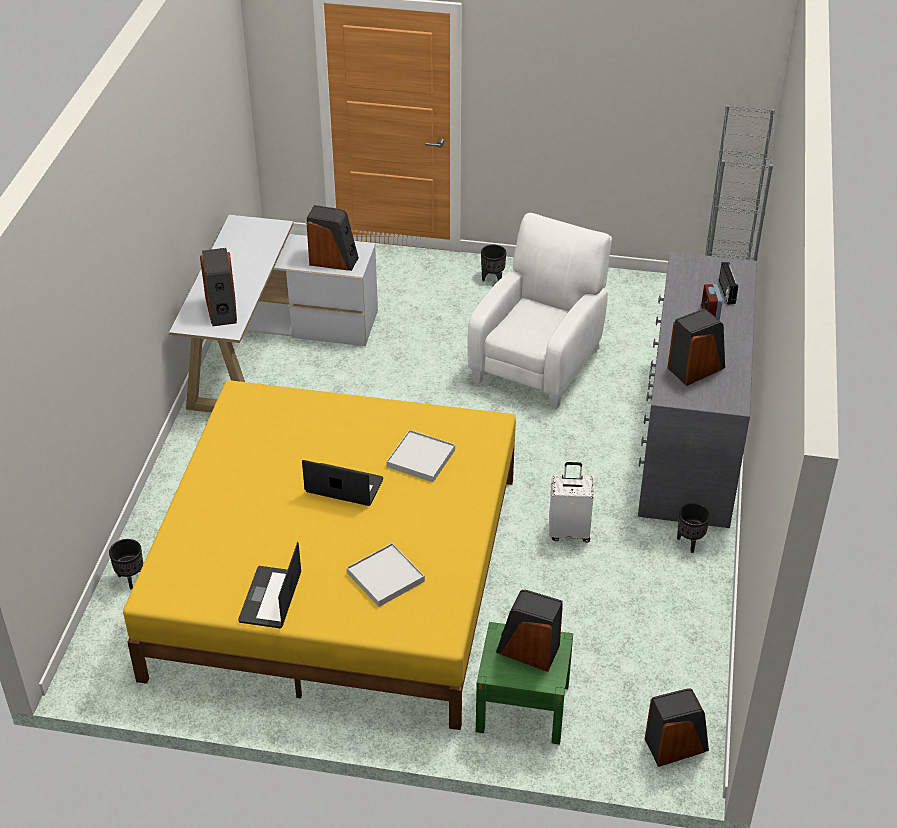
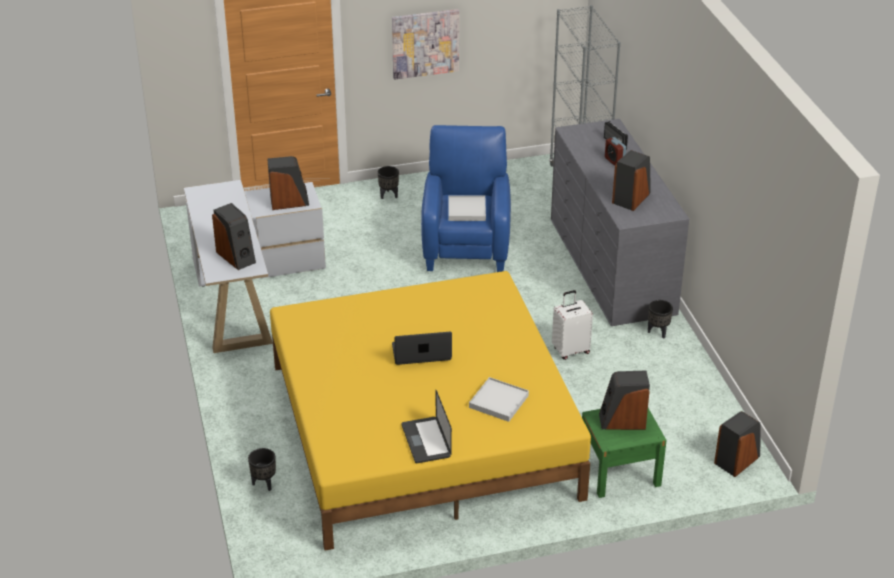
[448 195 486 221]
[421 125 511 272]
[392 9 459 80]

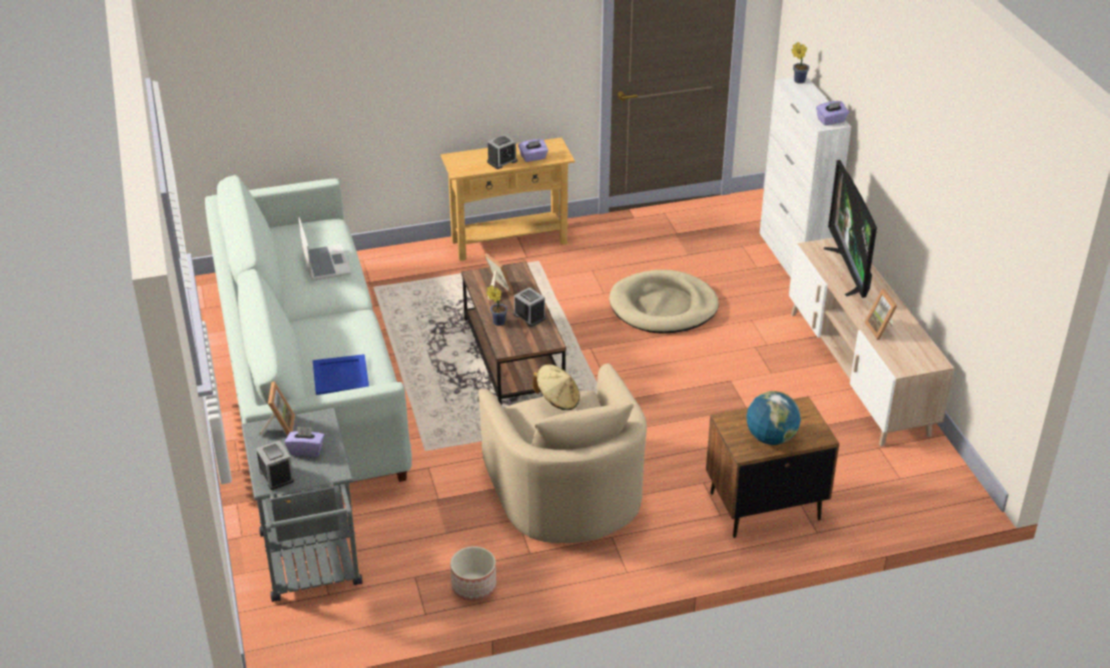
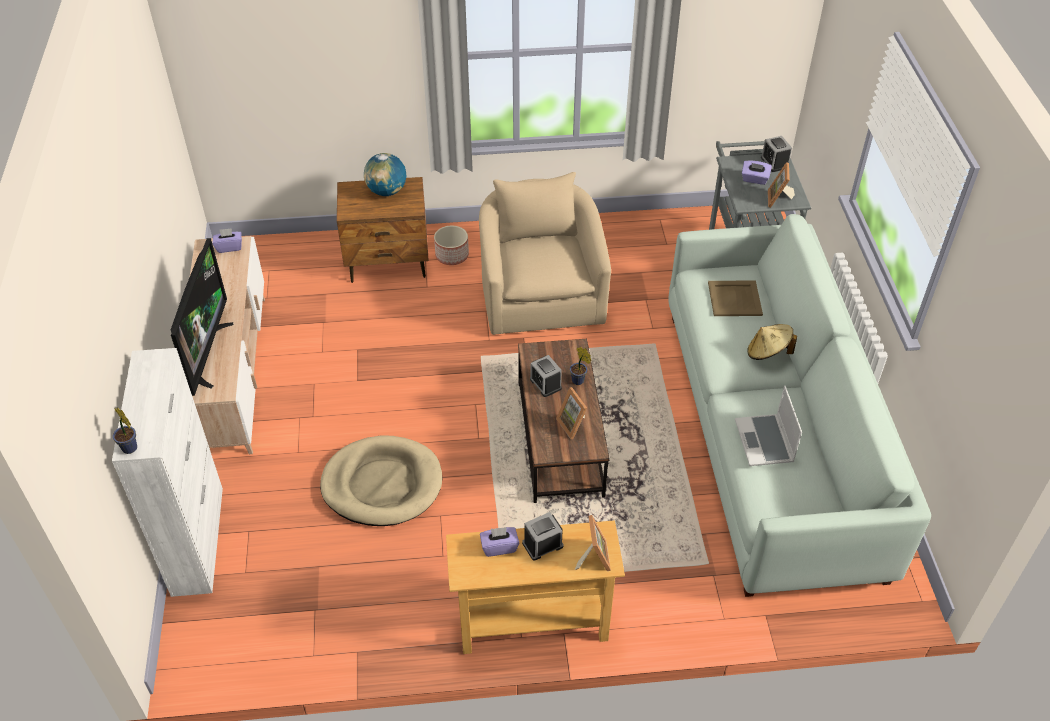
[708 280 763 316]
[434 226 469 265]
[747 324 797 360]
[213 228 242 253]
[575 515 611 571]

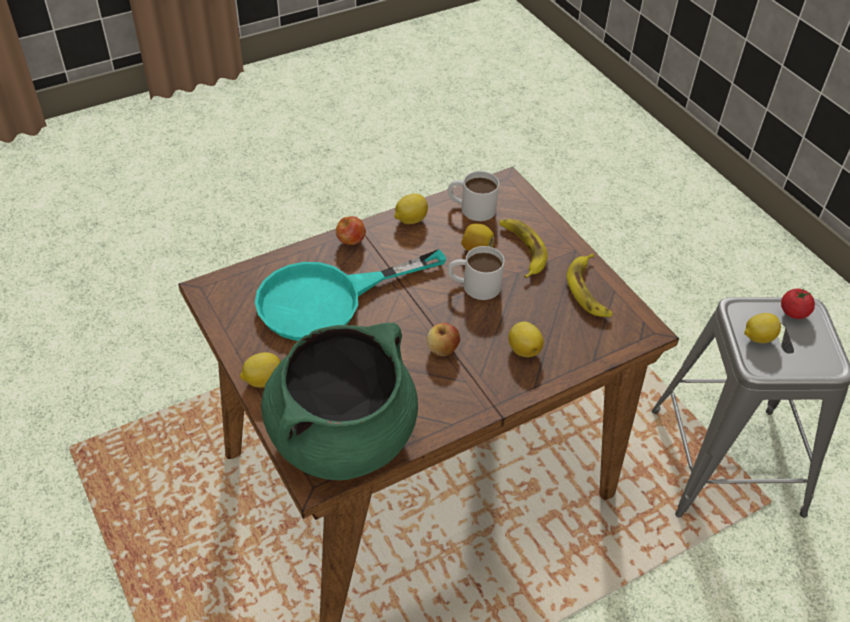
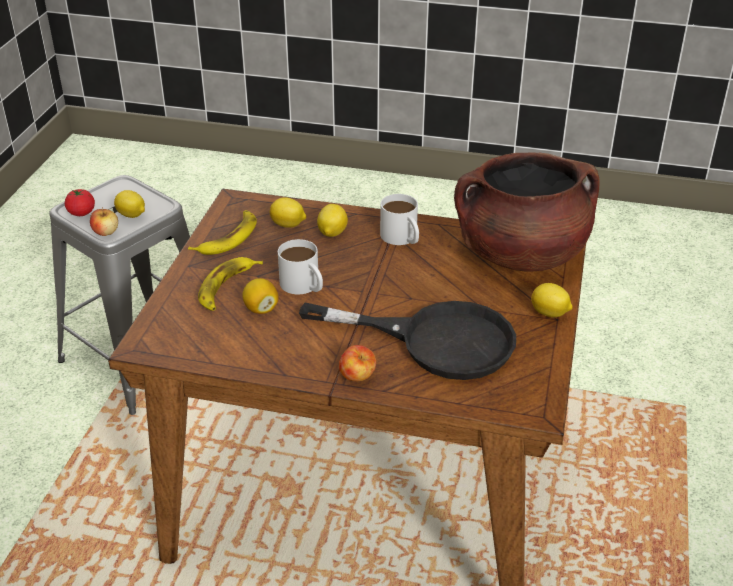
[299 301 516 380]
[454 152 599 272]
[270 197 306 228]
[90 207 118 236]
[380 194 419 245]

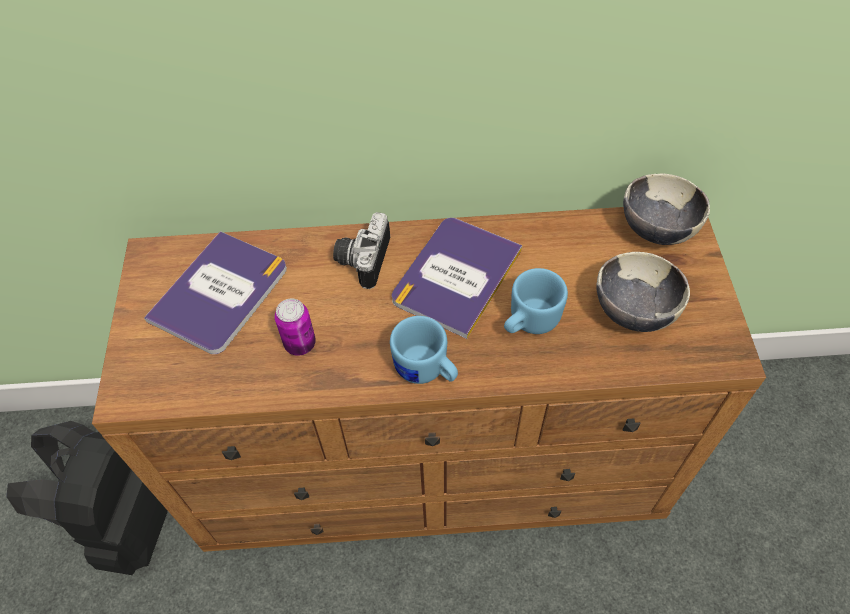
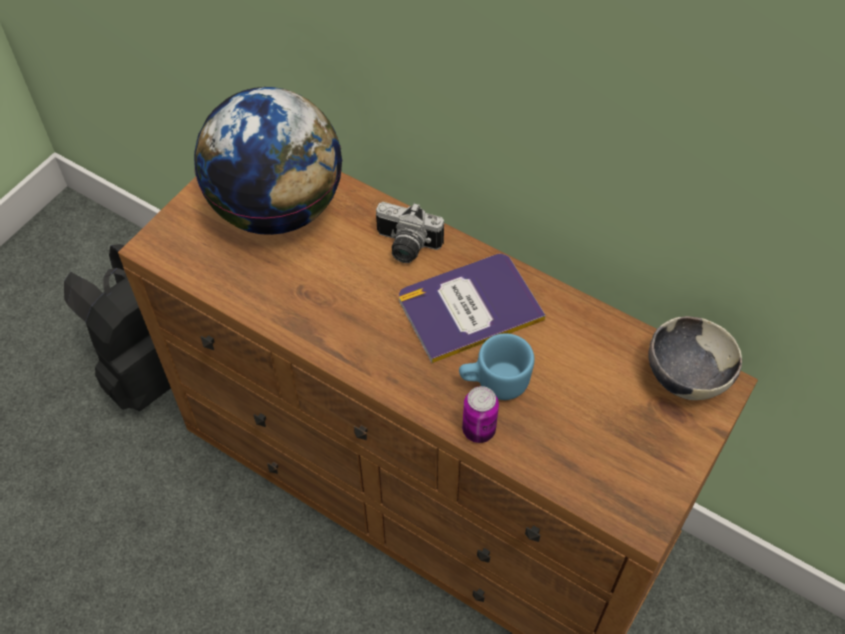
[194 87 342 235]
[462 386 499 443]
[376 202 444 263]
[390 316 458 384] (first image)
[597 252 690 332] (first image)

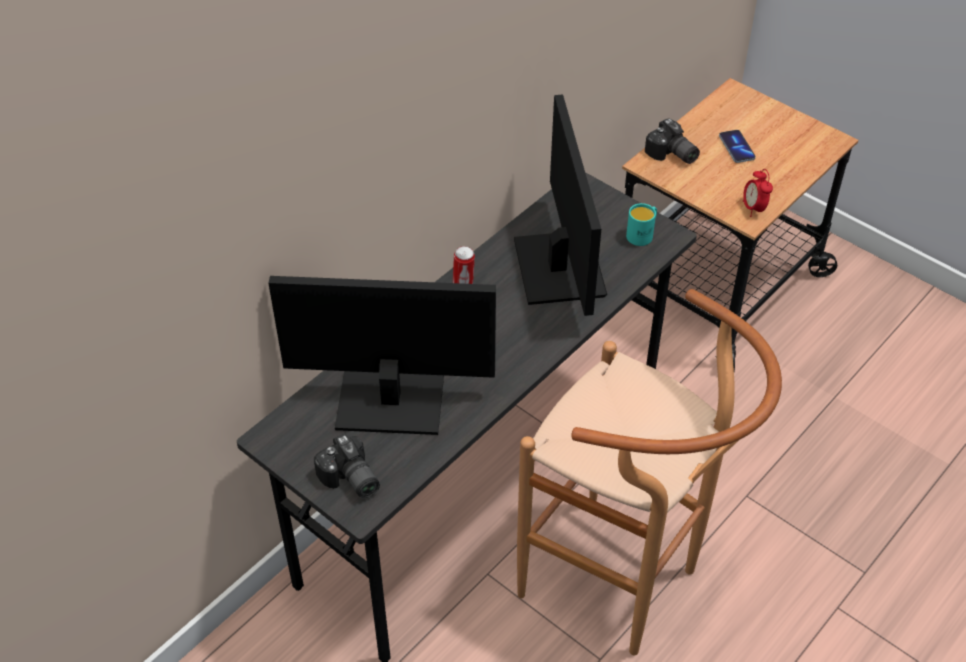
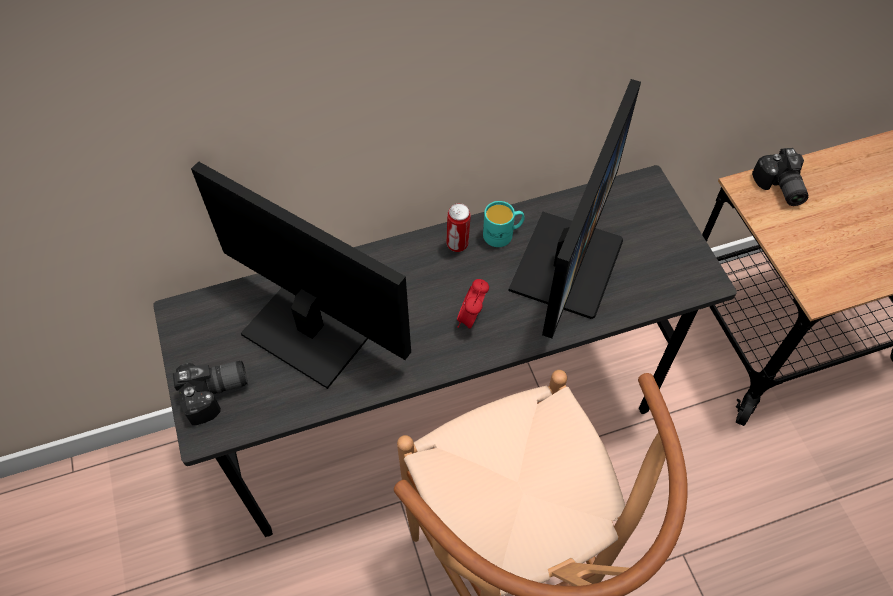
[172 361 248 425]
[483 201 525 247]
[719 130 756 163] (first image)
[457 279 489 329]

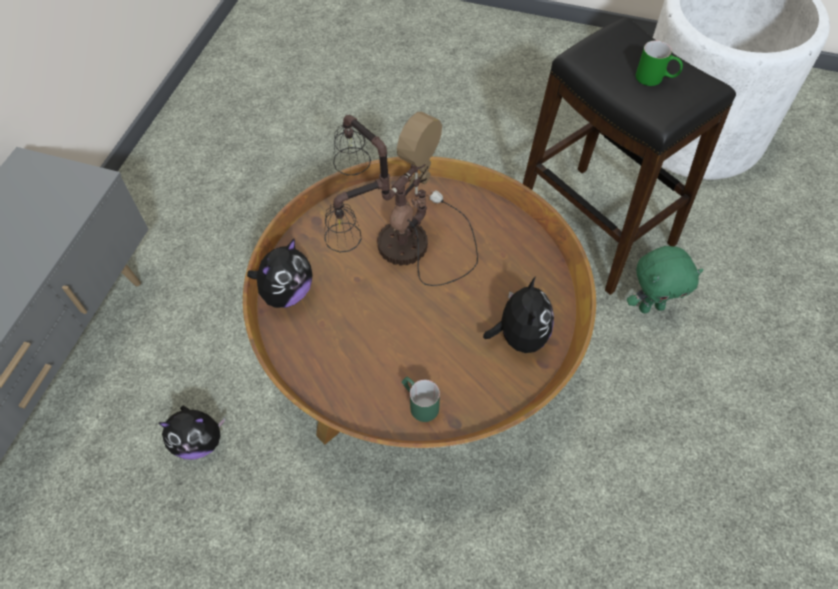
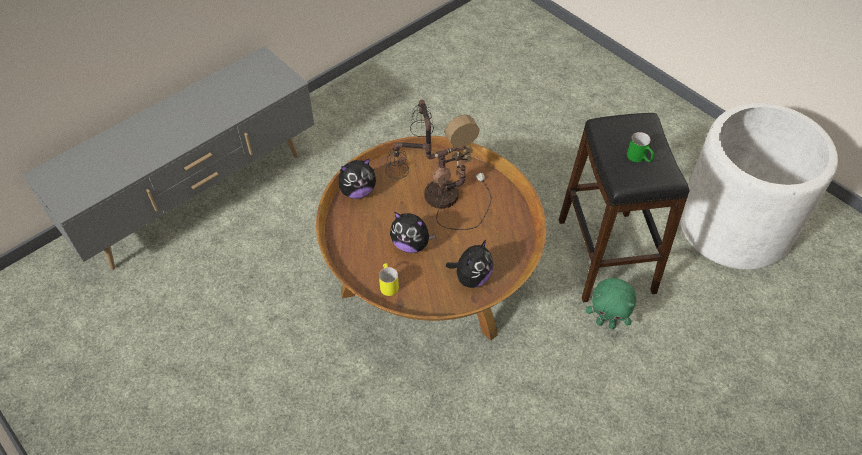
[390 212 436 253]
[379 263 399 296]

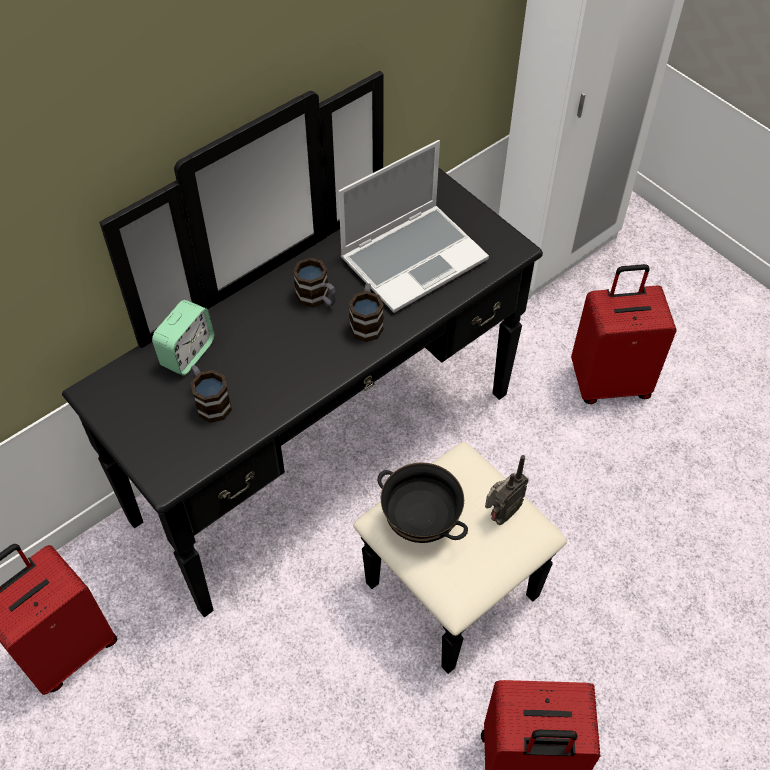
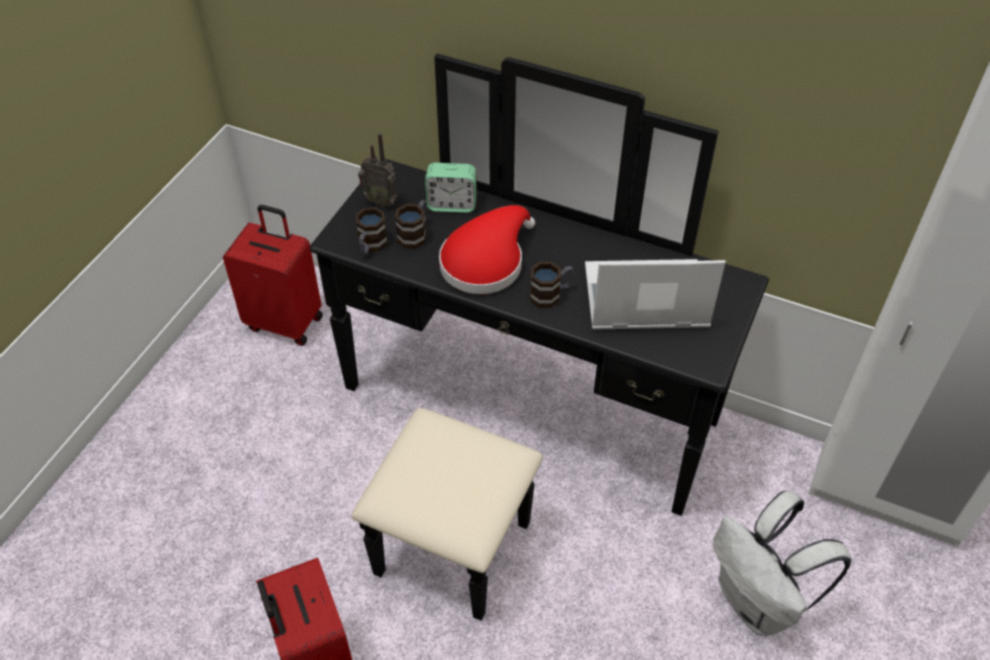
[356 207 388 255]
[585 259 726 330]
[377 463 468 543] (first image)
[358 133 397 208]
[713 491 851 636]
[439 205 535 294]

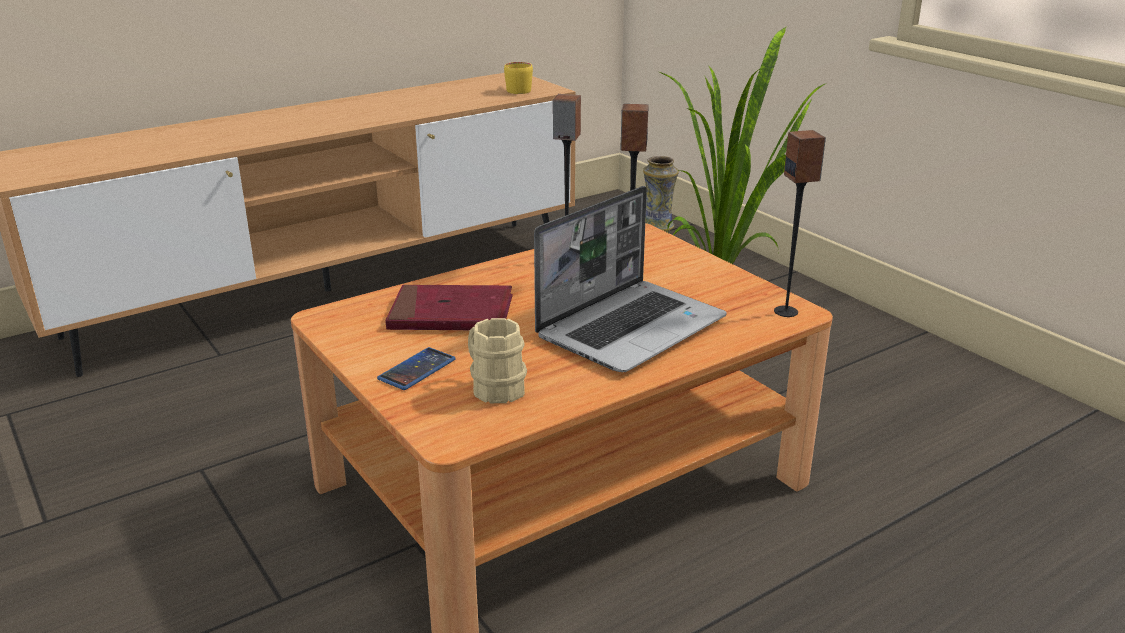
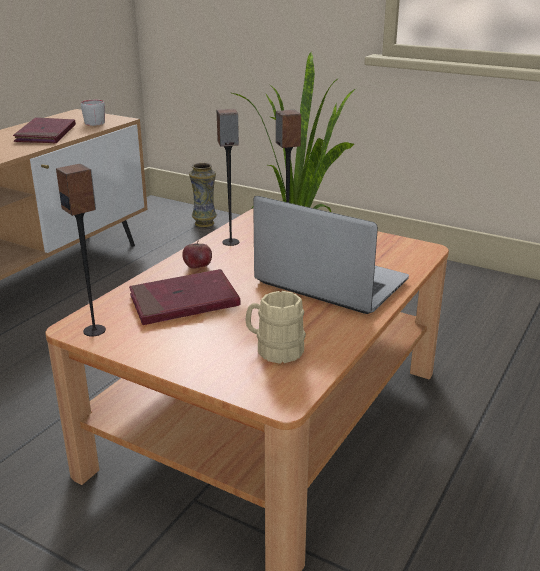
[377 347 456 390] (first image)
[81 100 105 126]
[253 196 409 314]
[56 164 106 337]
[13 117 76 144]
[182 240 212 268]

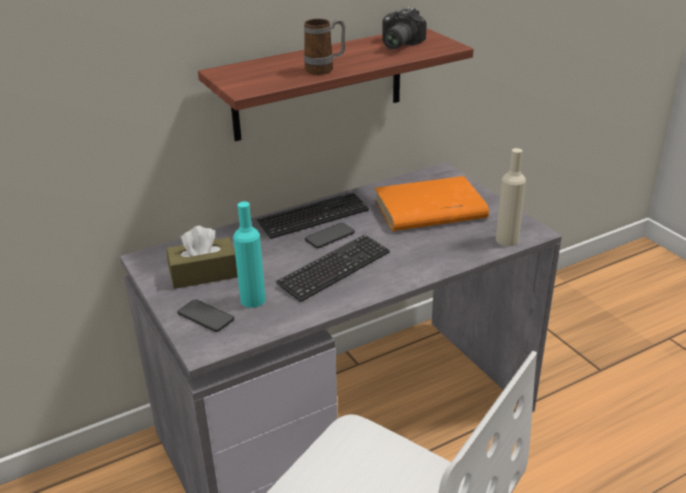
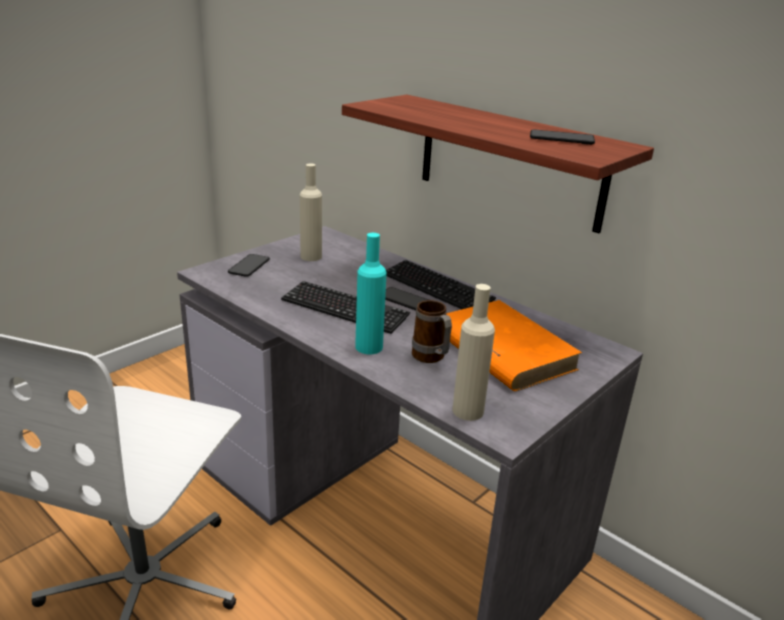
[300 164 322 261]
[355 233 387 354]
[412 300 452 363]
[530 129 595 145]

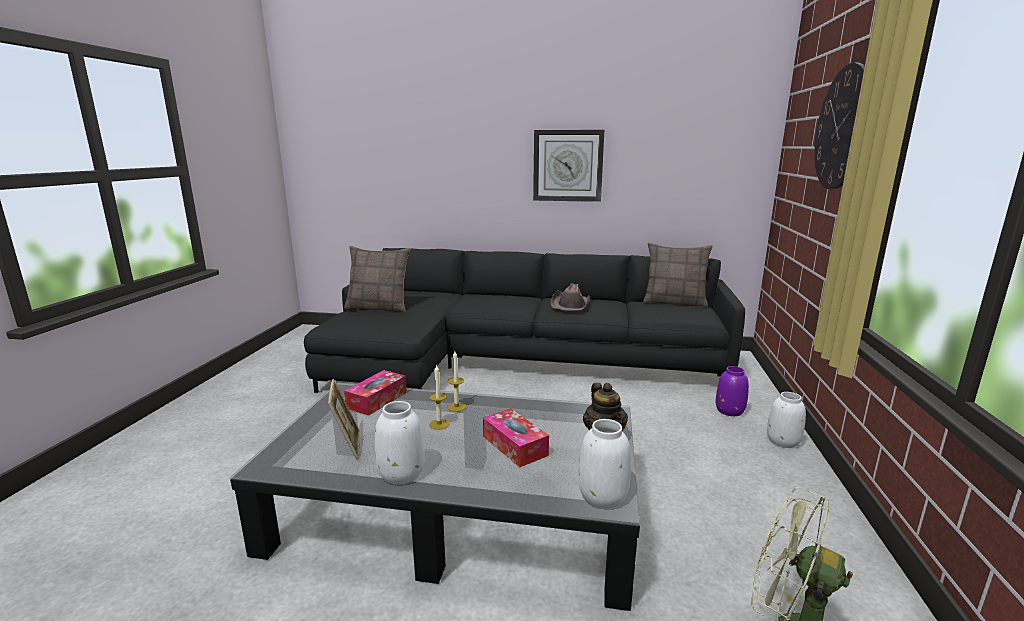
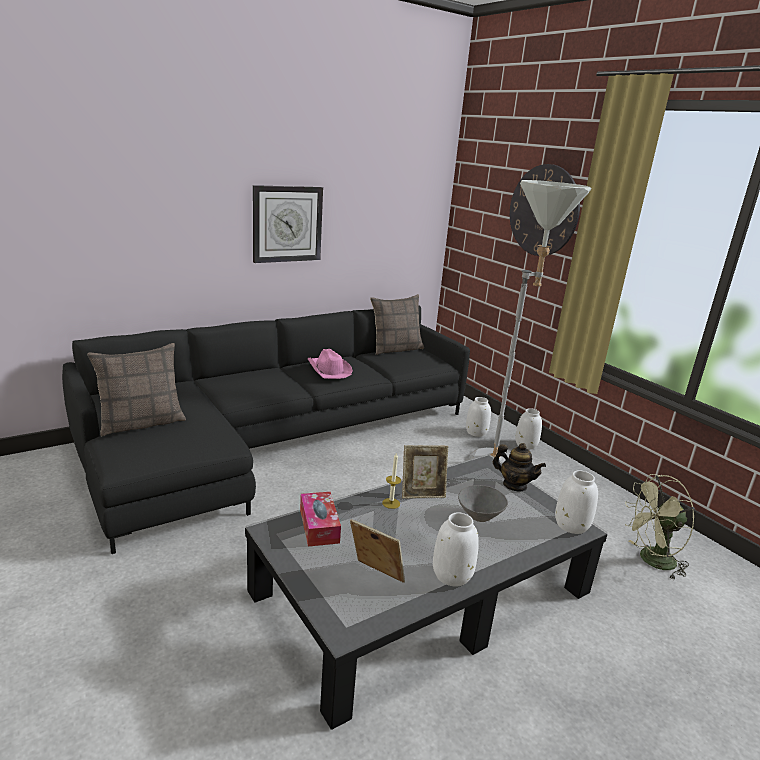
[429 364 449 430] (first image)
[458 485 508 522]
[308 349 353 379]
[466 397 491 437]
[402 445 448 499]
[470 180 591 463]

